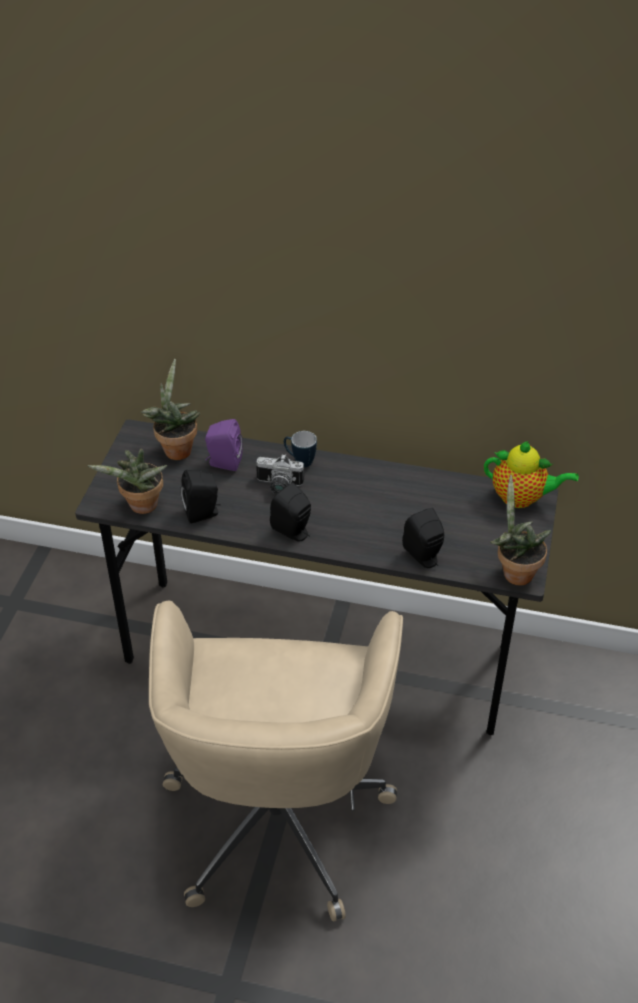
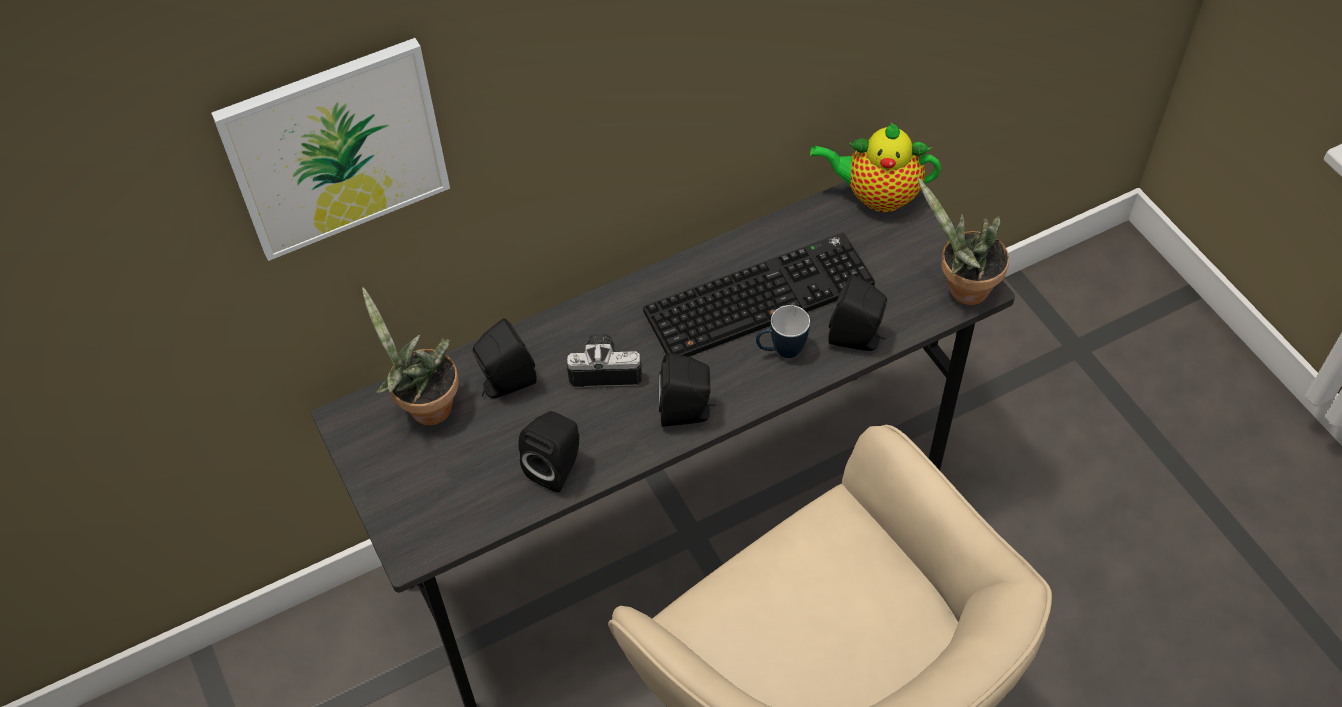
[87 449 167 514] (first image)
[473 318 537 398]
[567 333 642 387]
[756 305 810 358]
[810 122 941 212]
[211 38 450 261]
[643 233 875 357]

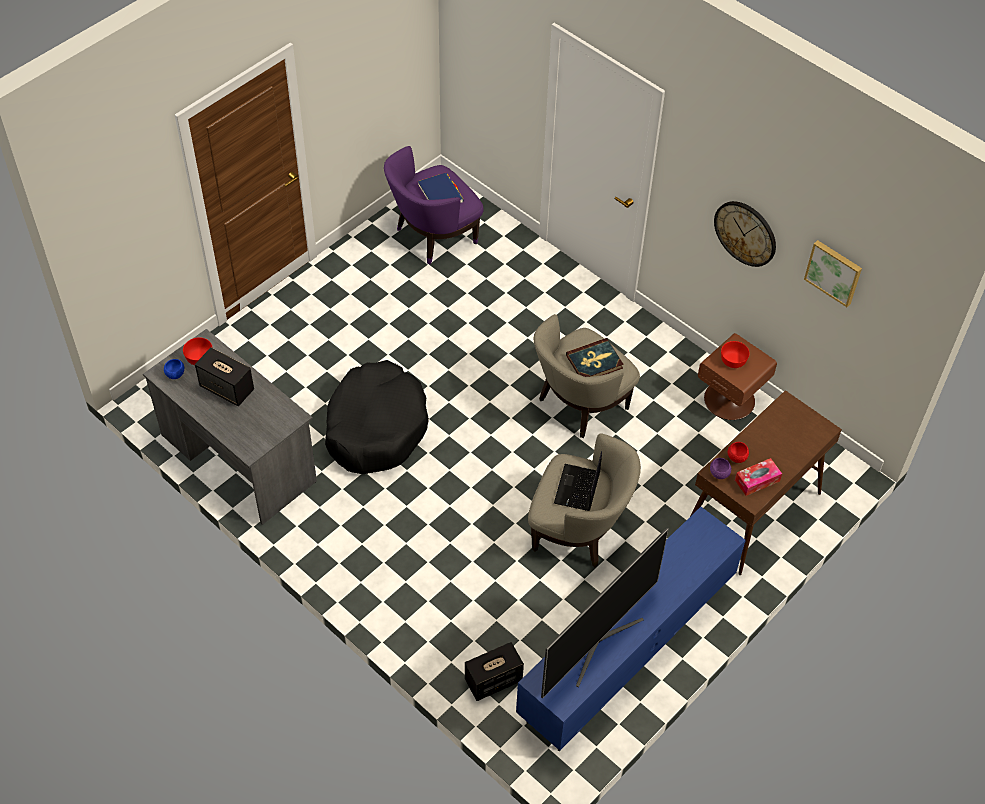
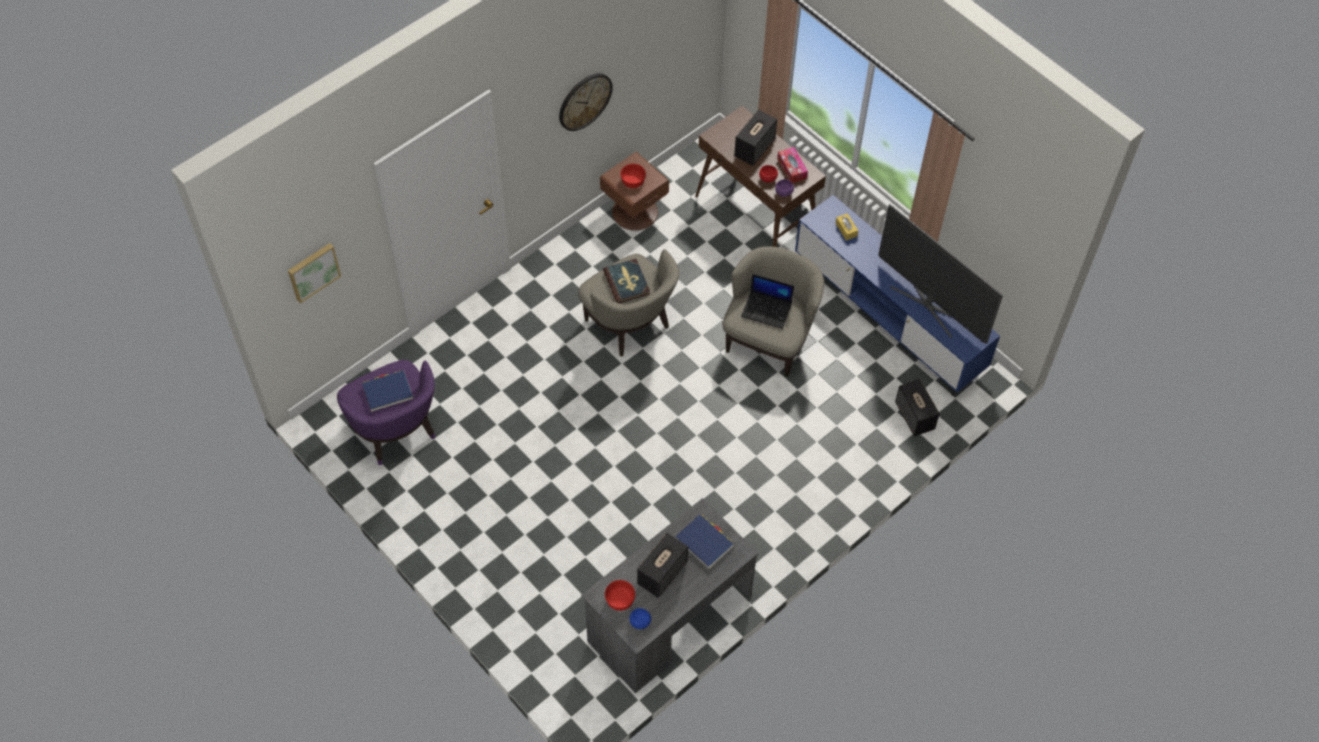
[325 360 429 474] (first image)
[288 243 341 303]
[675 514 734 569]
[734 110 777 166]
[835 213 858 241]

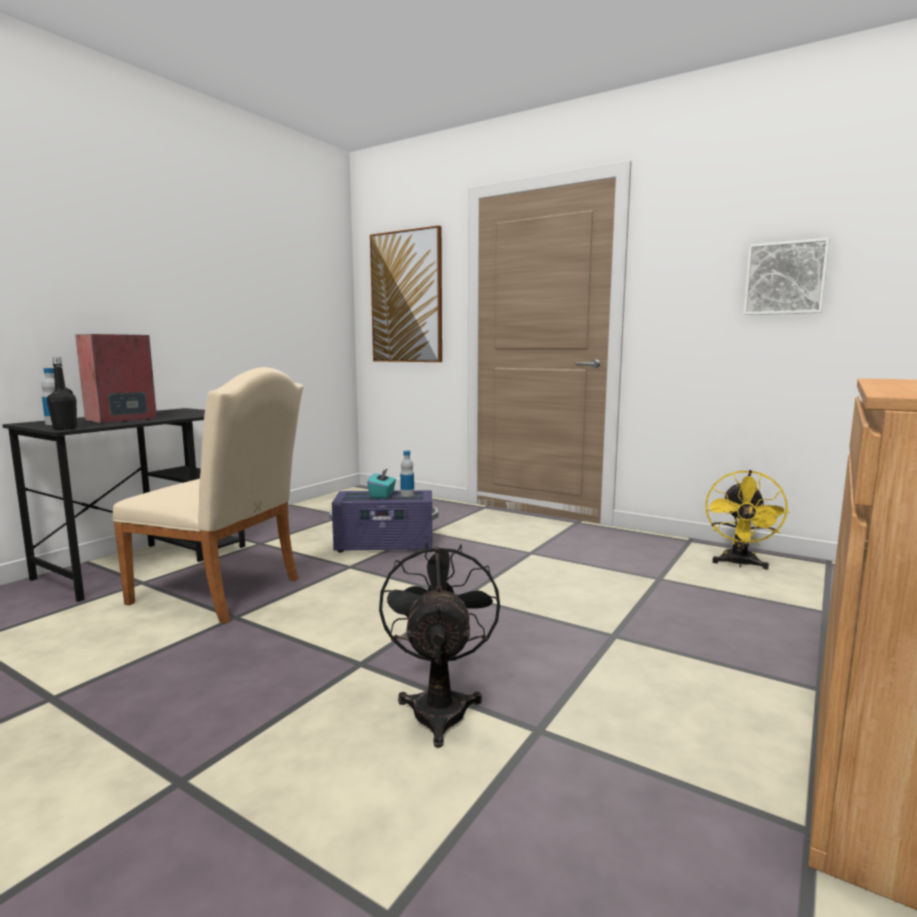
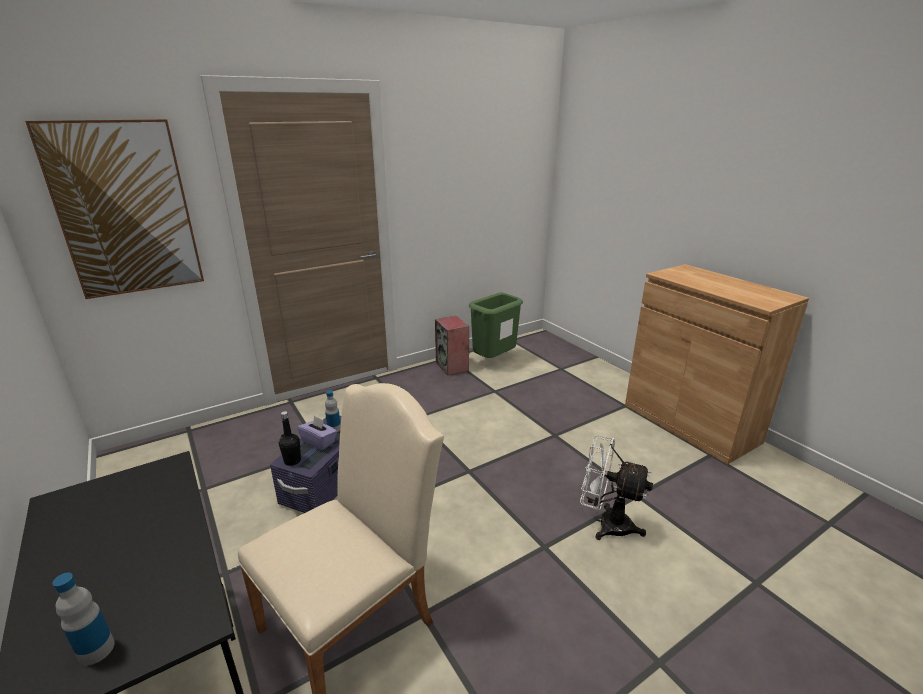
[279 411 301 466]
[435 316 469 376]
[297 416 337 450]
[580 435 653 540]
[469 293 523 358]
[743 238 830 315] (first image)

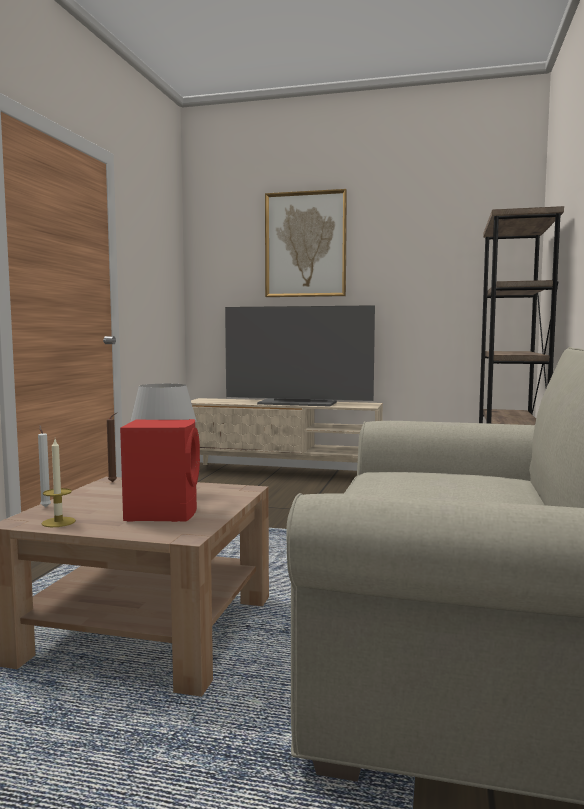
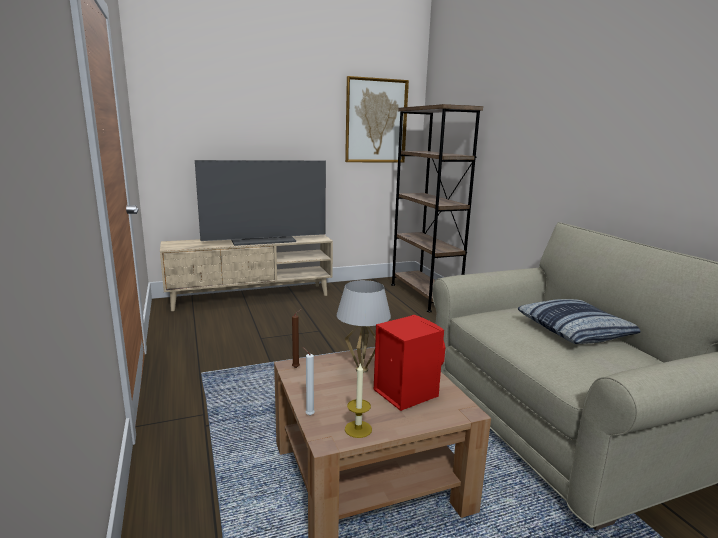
[345 76 409 162]
[518 299 641 344]

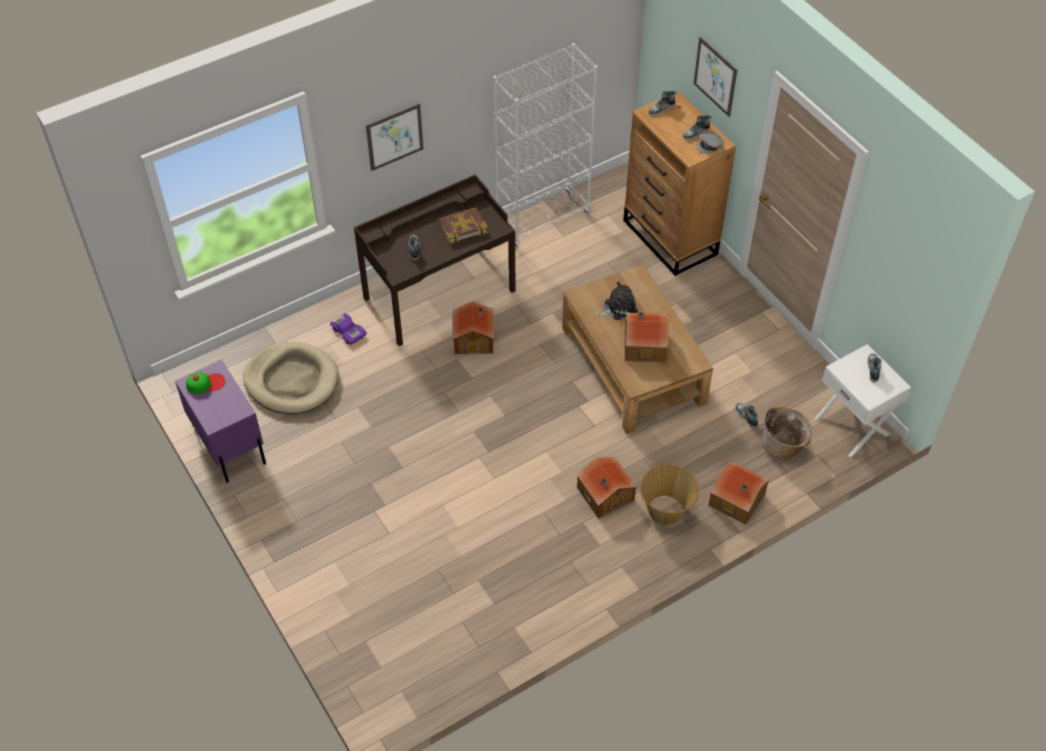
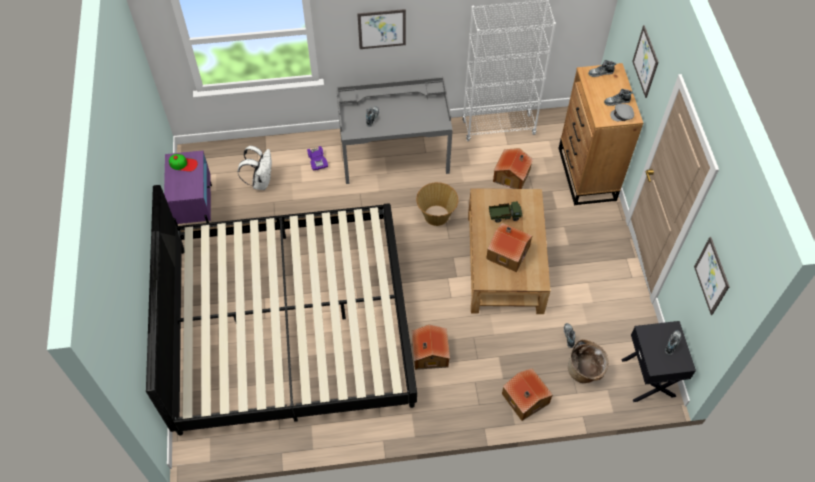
[238 146 272 190]
[336 77 453 184]
[439 207 488 244] (first image)
[493 148 533 189]
[489 202 523 223]
[416 182 458 226]
[621 321 696 402]
[146 185 417 436]
[694 237 730 315]

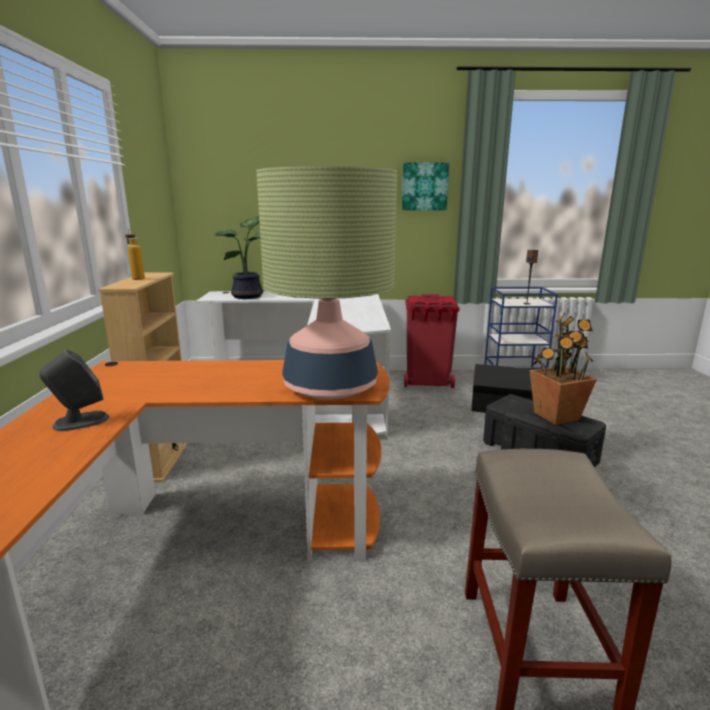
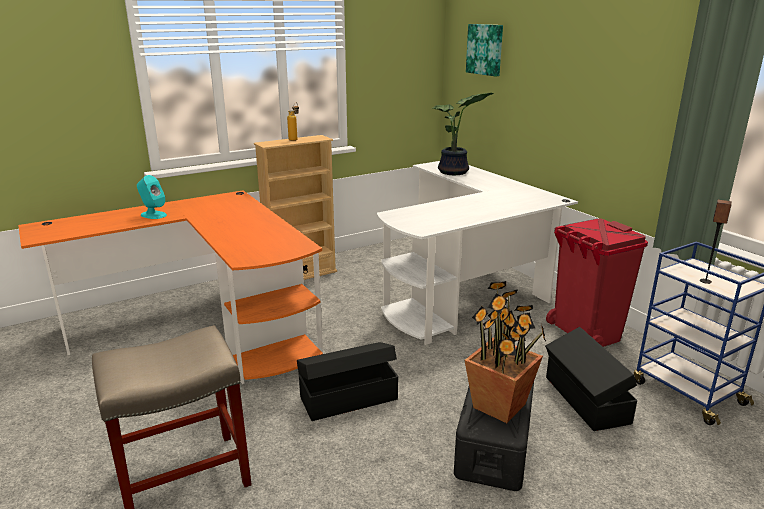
[137 175 167 219]
[256 166 397 400] (first image)
[466 24 503 77]
[297 342 398 421]

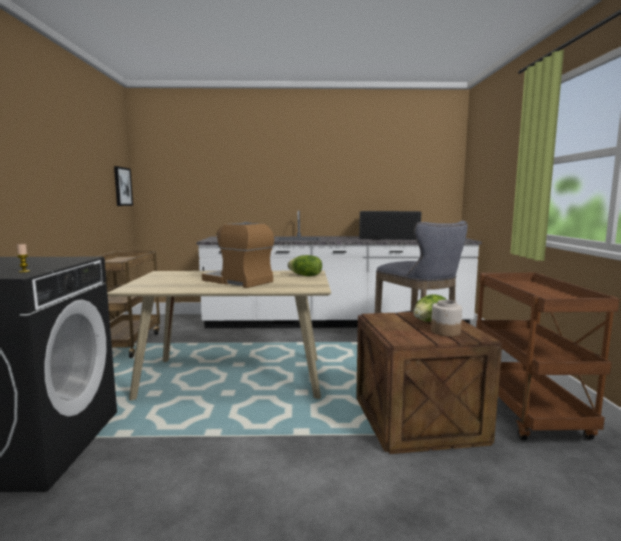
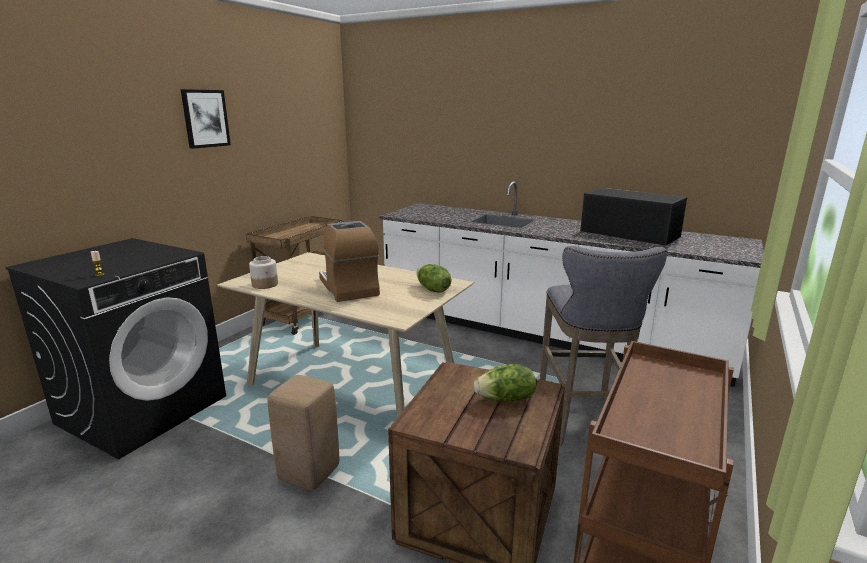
[181 89 231 149]
[249 256 278 289]
[267 375 339 491]

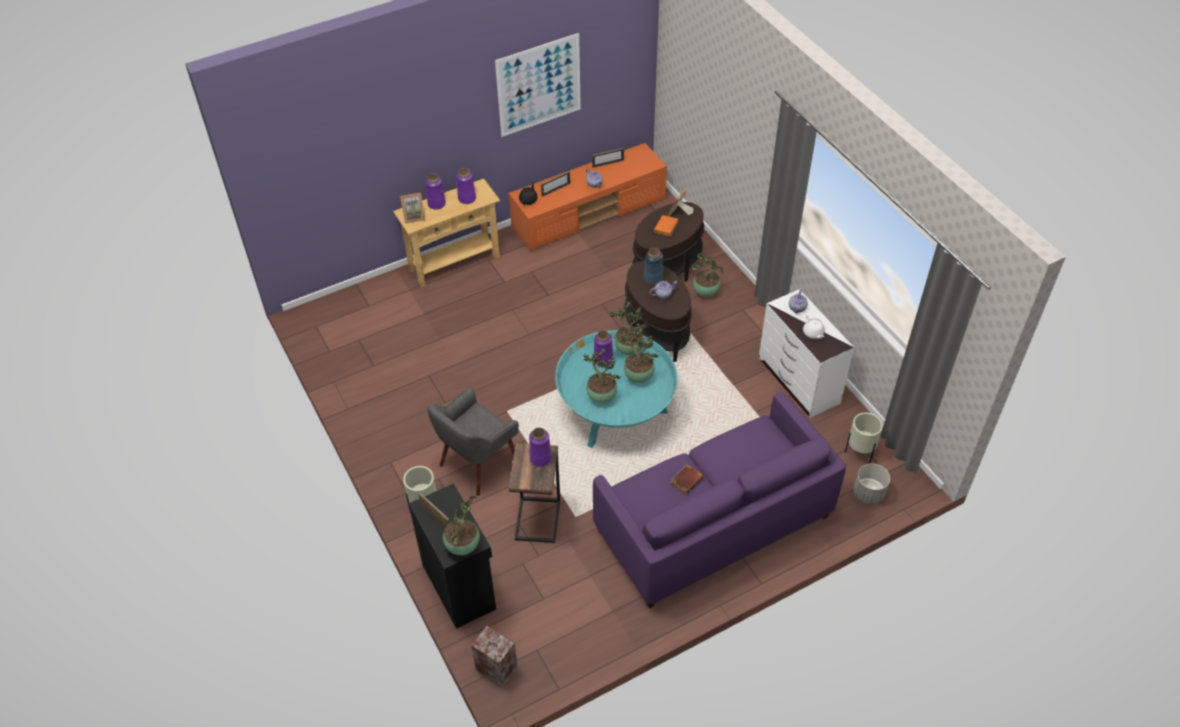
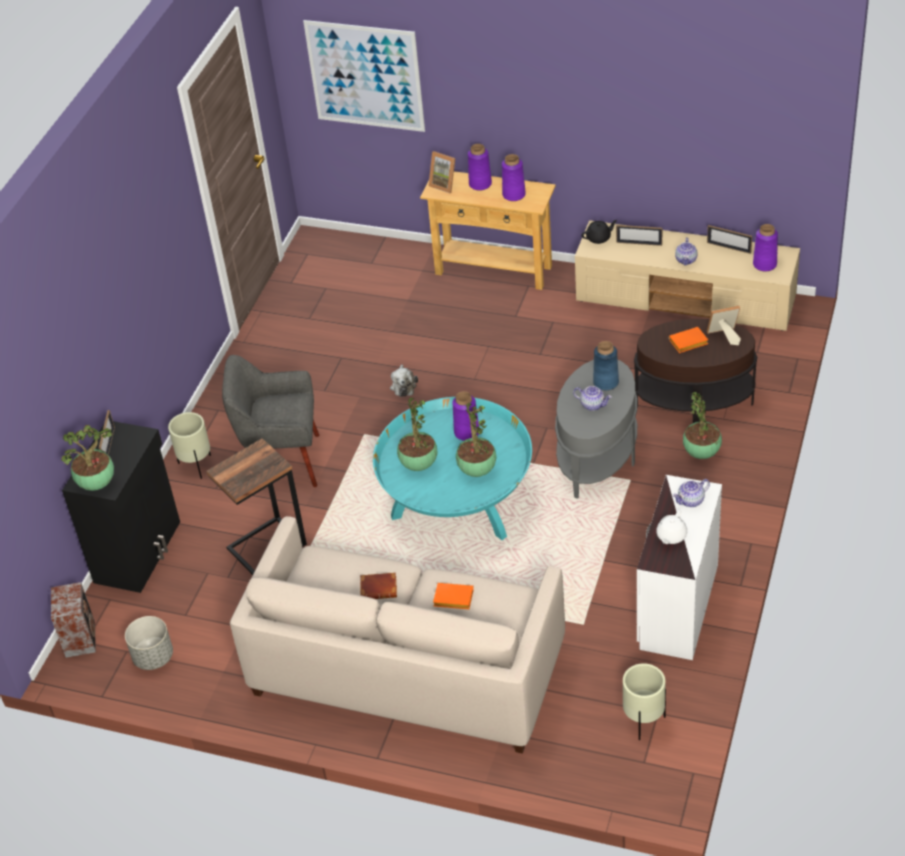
[303 20 425 132]
[575 220 800 331]
[753 224 778 271]
[230 516 565 754]
[610 302 649 355] (first image)
[555 360 637 499]
[125 616 173 670]
[390 365 418 397]
[433 583 474 609]

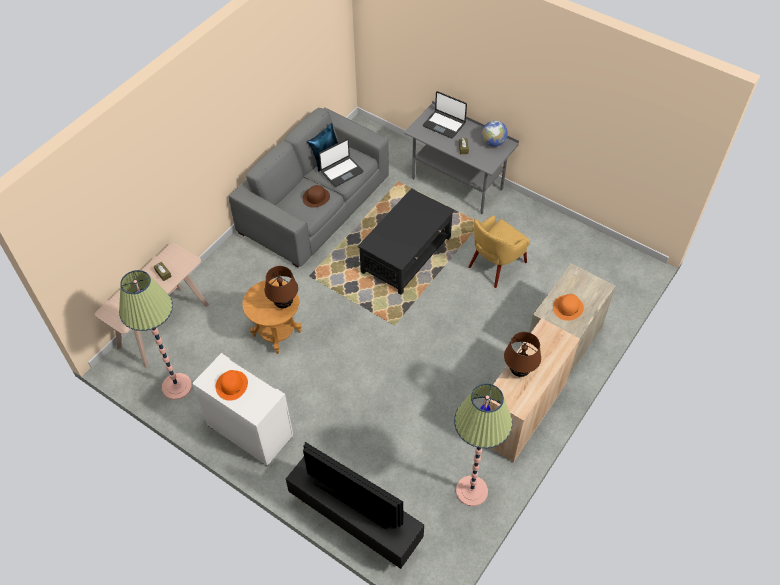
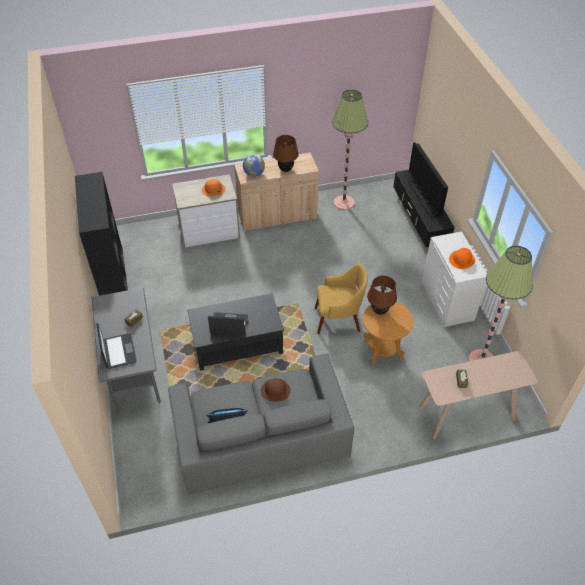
[208 312 248 335]
[315 263 368 334]
[243 154 265 177]
[75 172 128 296]

